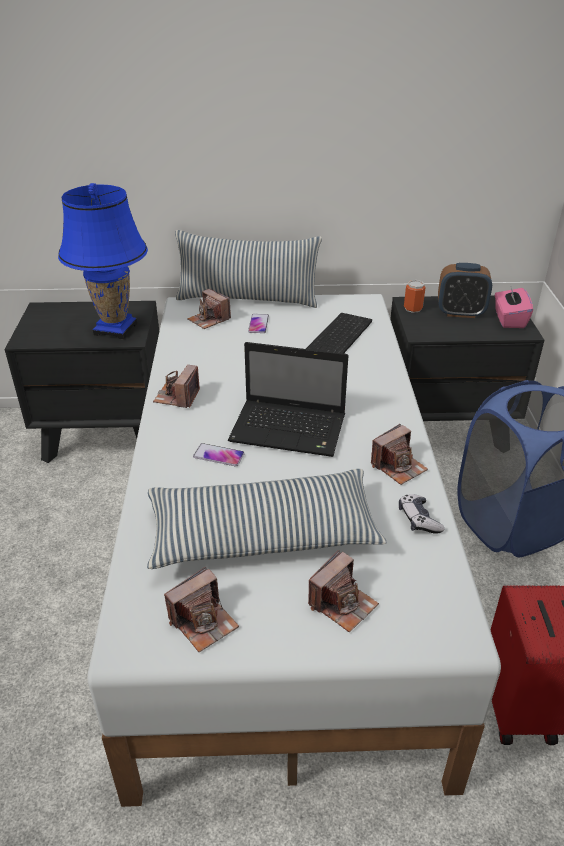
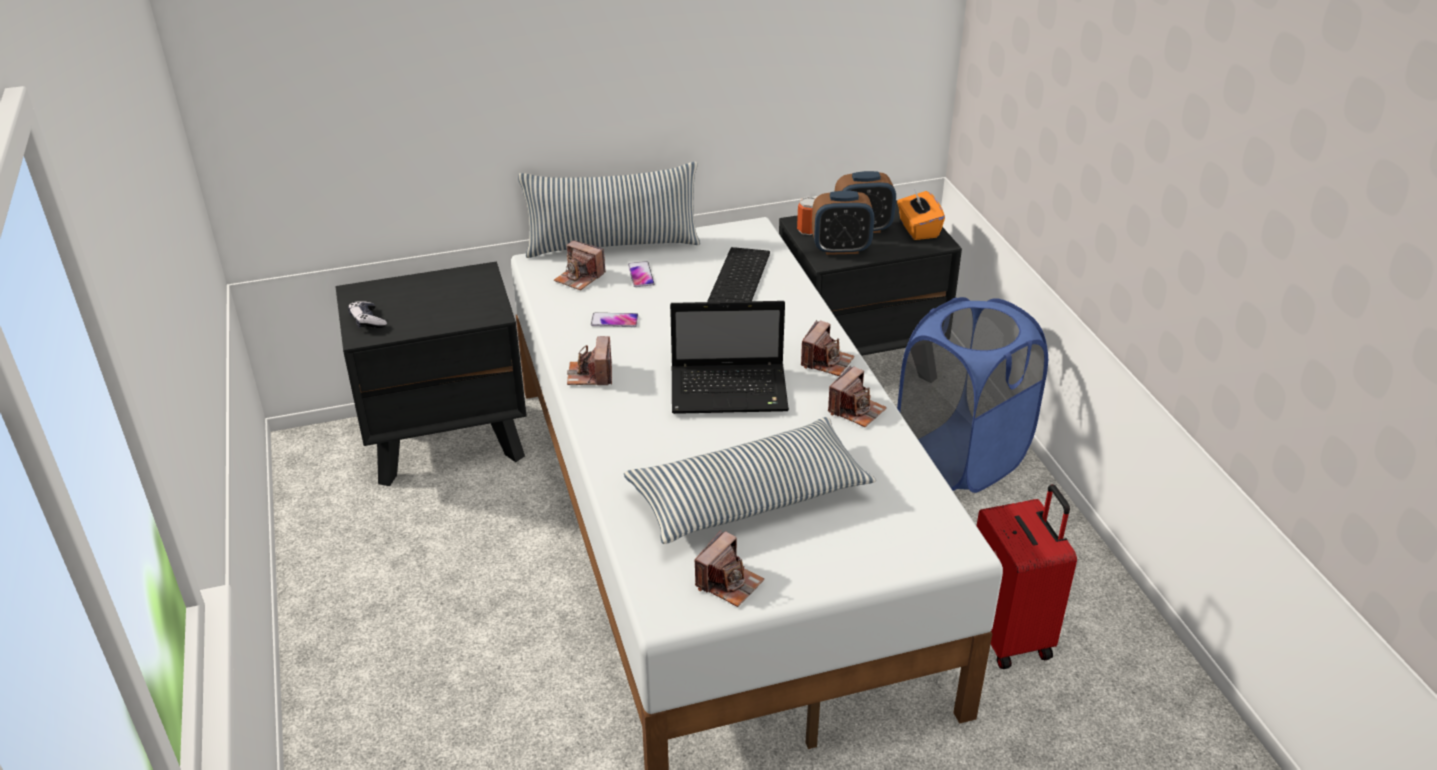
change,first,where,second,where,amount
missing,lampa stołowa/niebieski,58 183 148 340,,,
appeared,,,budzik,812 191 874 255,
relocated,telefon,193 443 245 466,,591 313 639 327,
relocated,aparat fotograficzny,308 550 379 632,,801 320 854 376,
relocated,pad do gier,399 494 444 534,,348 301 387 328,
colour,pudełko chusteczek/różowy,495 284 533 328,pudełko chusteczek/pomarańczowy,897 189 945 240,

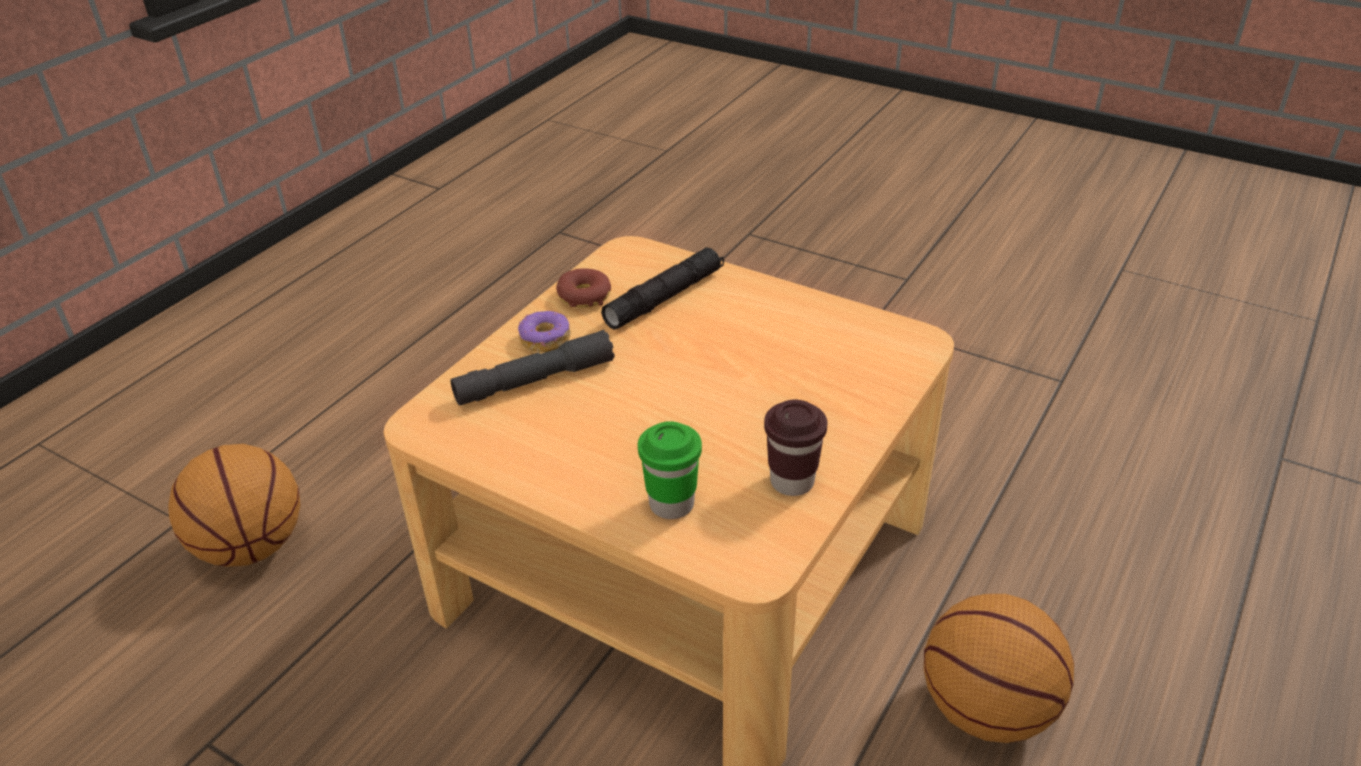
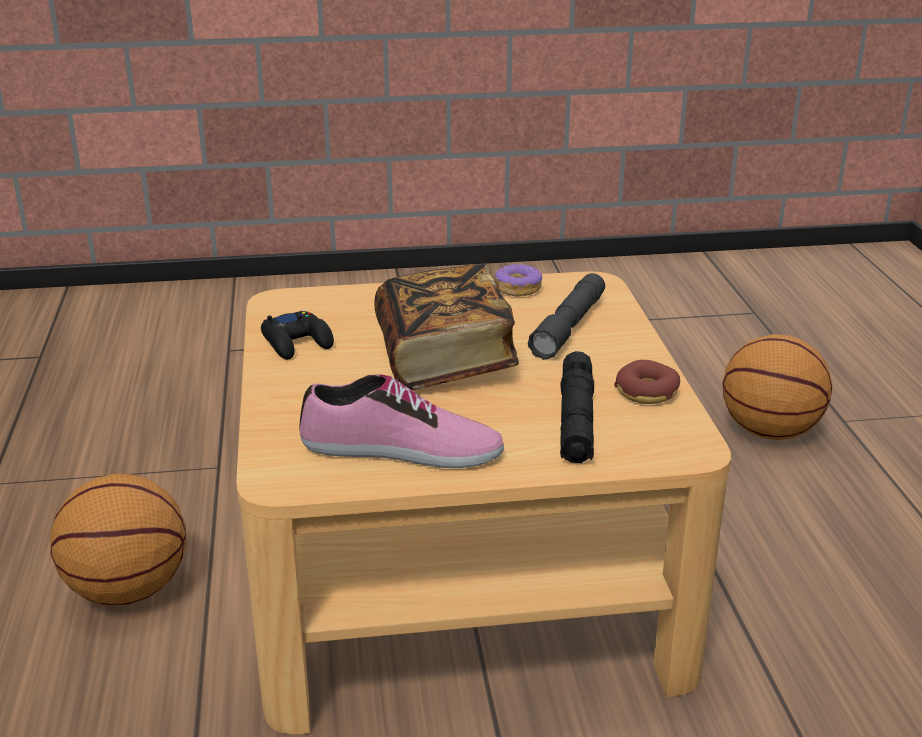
change,first,where,second,where,amount
missing,filiżanka/zielony,638 421 702 519,,,
appeared,,,but,299 374 504 468,
appeared,,,książka,374 264 519 391,
relocated,donut,518 311 571 352,,495 264 542 297,
exchanged,filiżanka/brązowy,764 400 828 496,pad do gier/czarny,261 311 334 359,

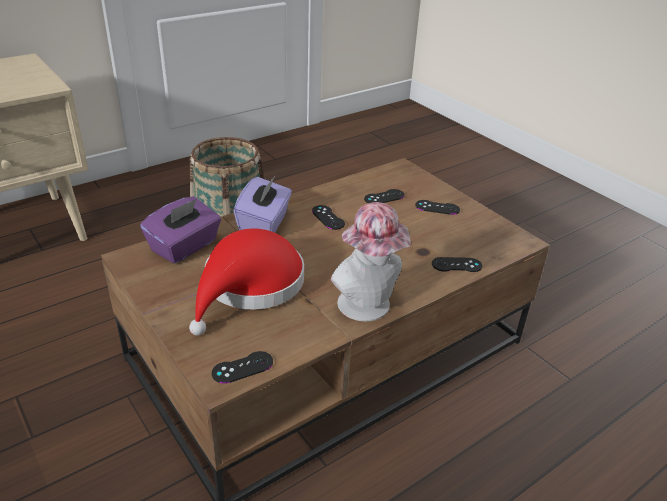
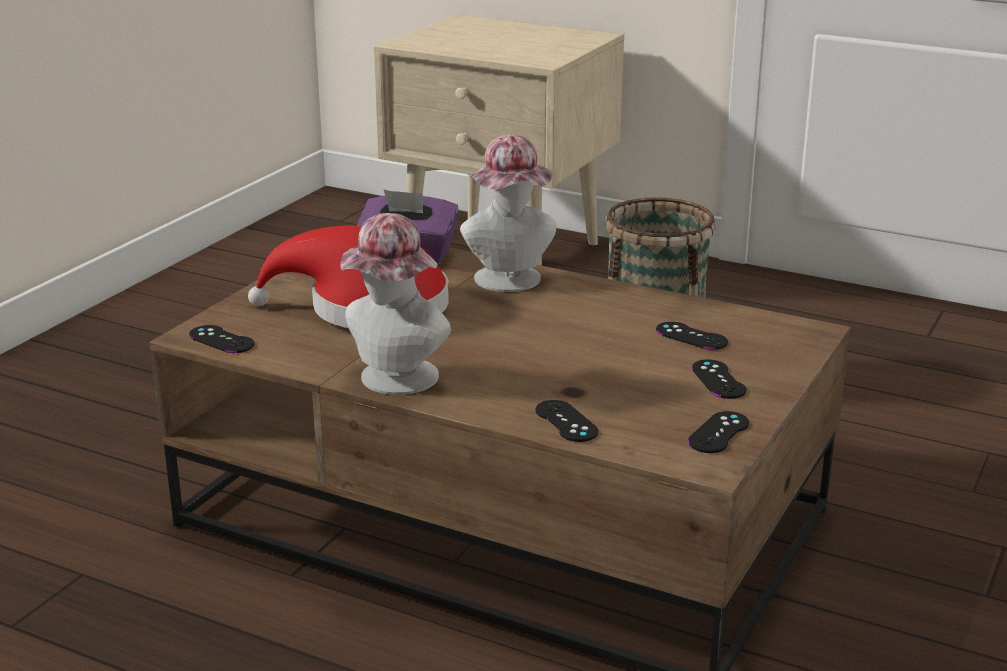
change,first,where,second,where,amount
relocated,pad do gier/czarny,312 205 345 230,,688 411 749 453,
exchanged,pudełko chusteczek/fioletowy,233 176 292 233,kapelusz,460 134 557 292,

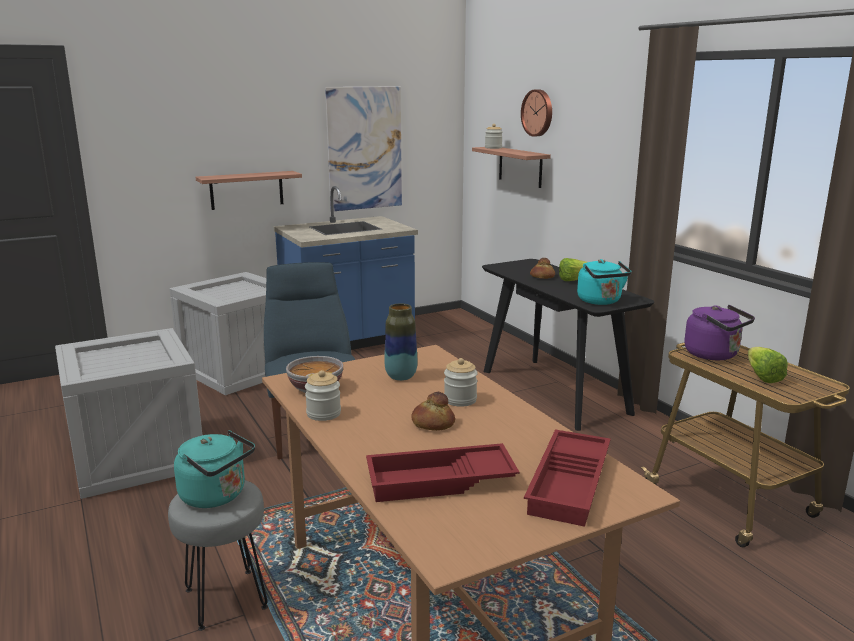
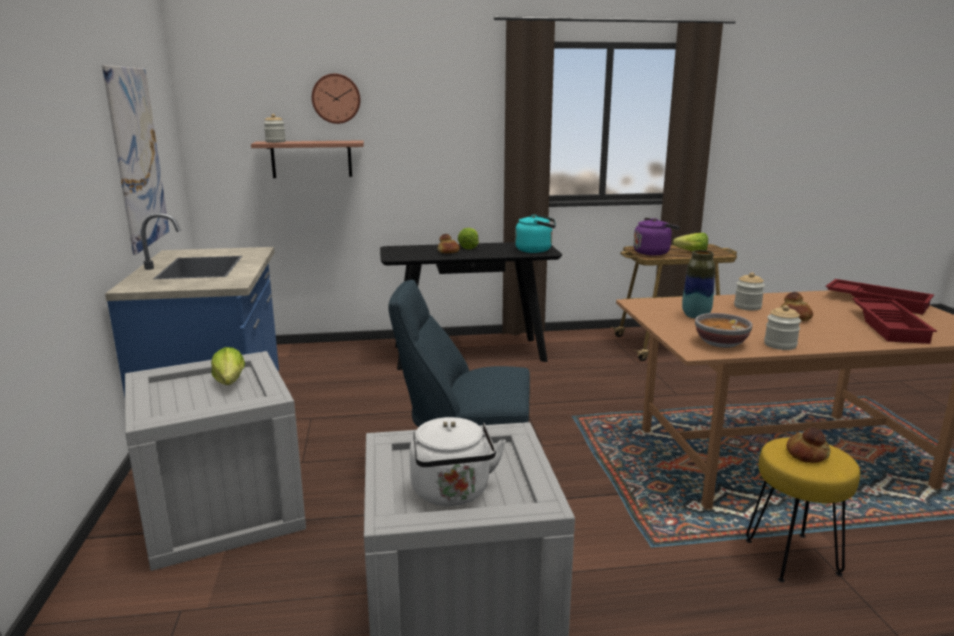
change,first,where,second,where,amount
missing,półka,195 171 302 210,,,
appeared,,,sałata,211 347 245 385,
appeared,,,czajnik/biały,409 417 506 506,
exchanged,czajnik/turkusowy,174 430 255 508,chleb,786 427 830 463,
colour,stołek/szary,168 480 268 631,stołek/żółty,746 437 860 582,

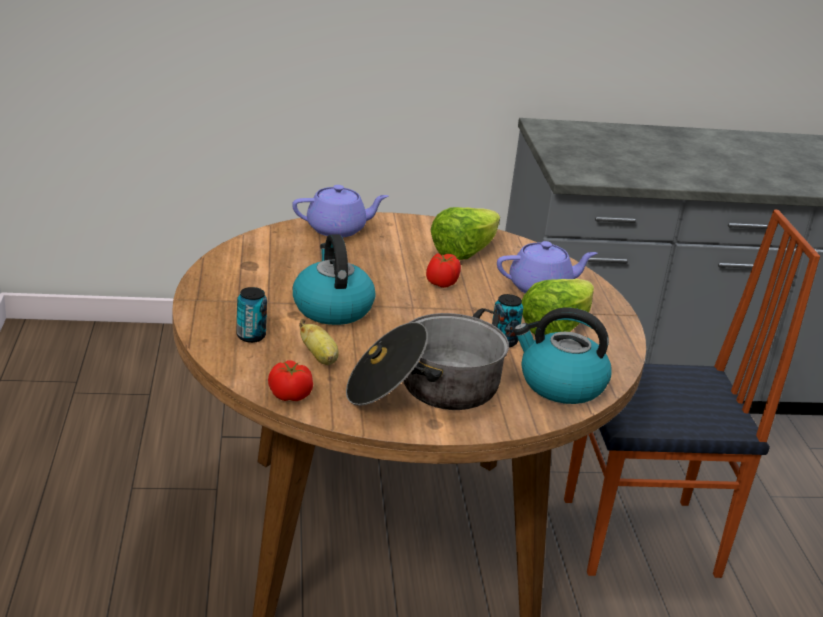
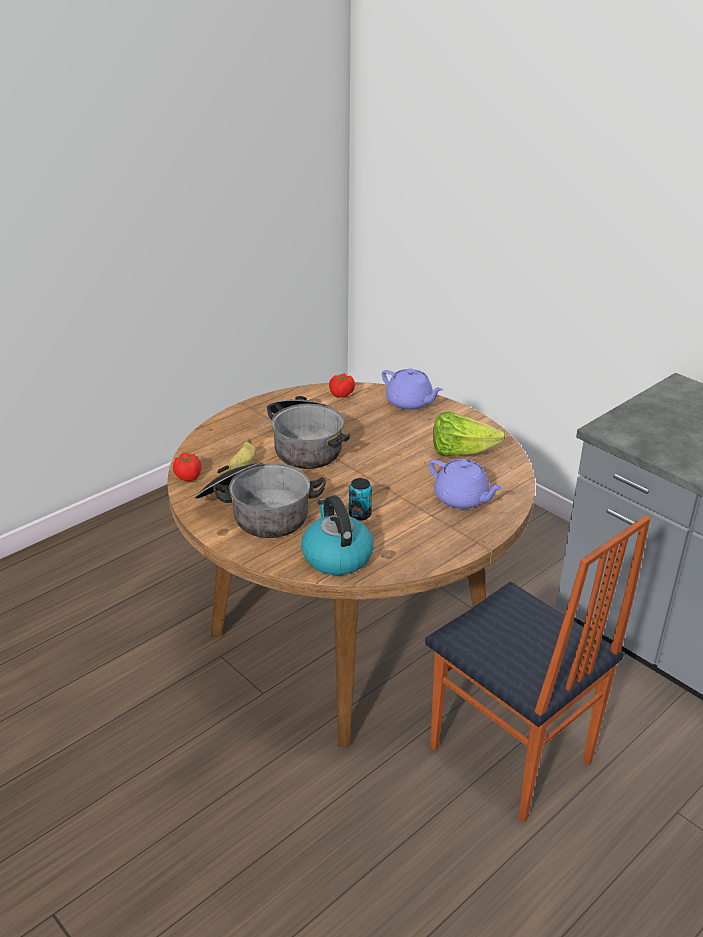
change,first,where,second,where,amount
missing,puszka,237 287 267 343,,,
missing,sałata,522 279 594 335,,,
relocated,pomidor,426 253 461 288,,329 373 355 398,
exchanged,czajnik,293 235 376 325,garnek,267 396 350 469,

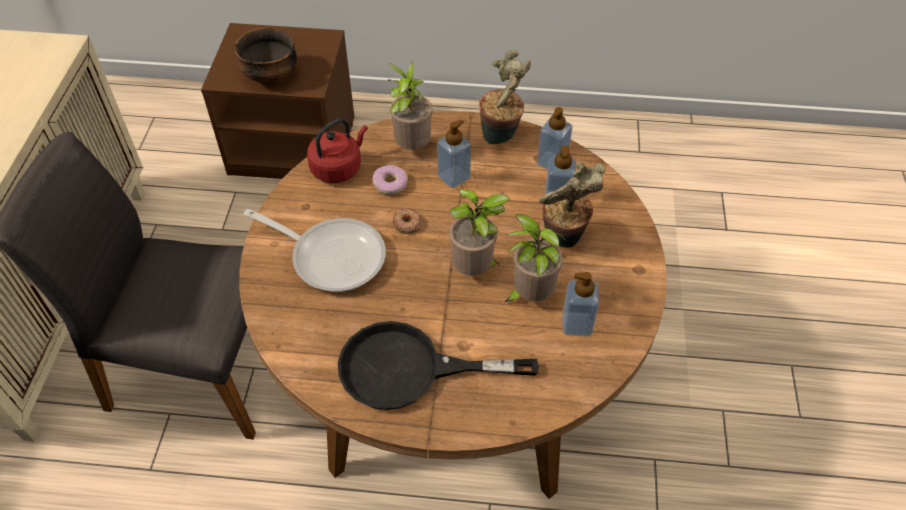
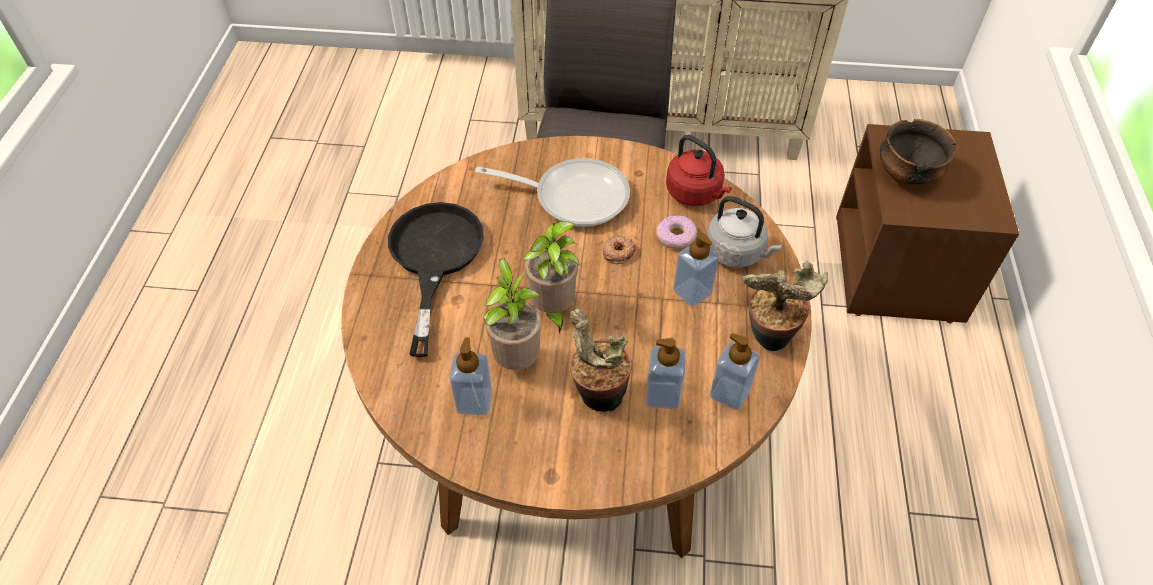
change,first,where,second,where,amount
exchanged,roślina doniczkowa,388 60 433 150,czajnik/szary,706 196 782 268,
spun,patelnia,244 209 386 292,,475 158 630 227,105 degrees counterclockwise

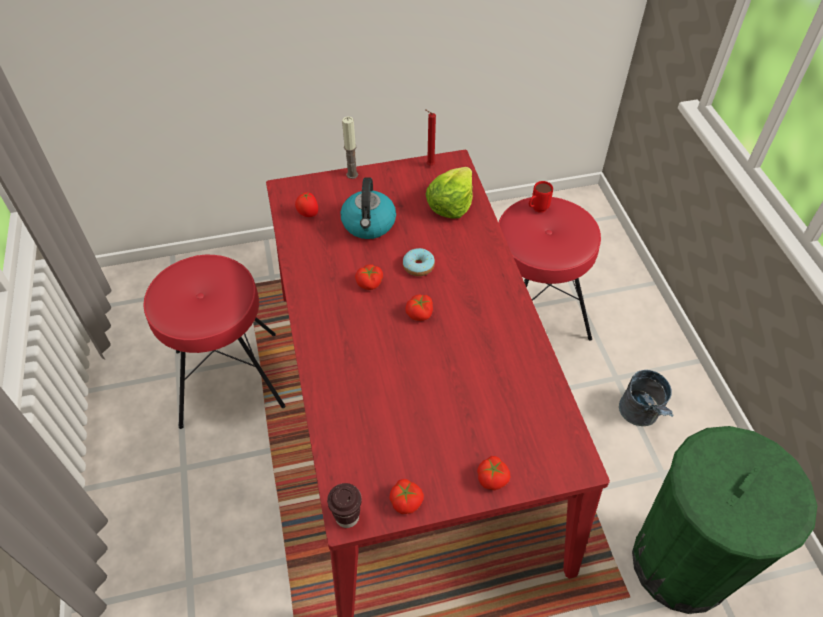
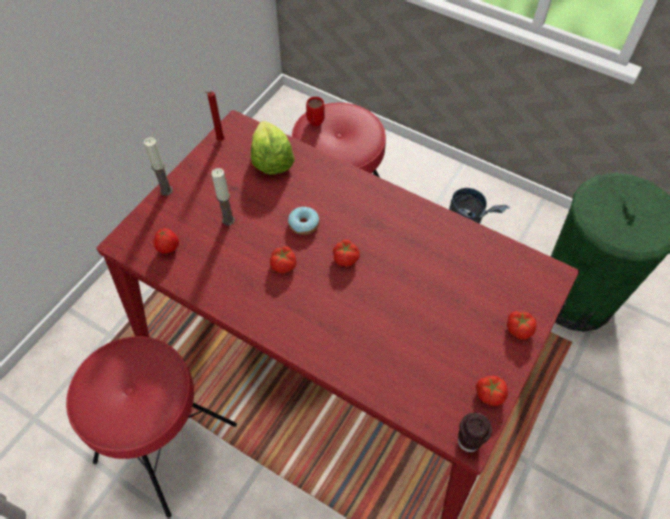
change,first,where,second,where,amount
exchanged,czajnik,340 177 396 239,świeca,211 168 235 226,

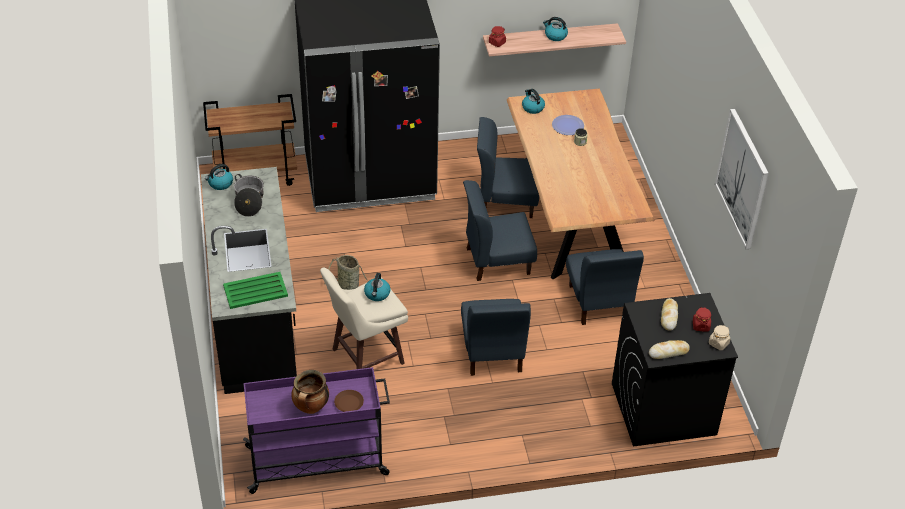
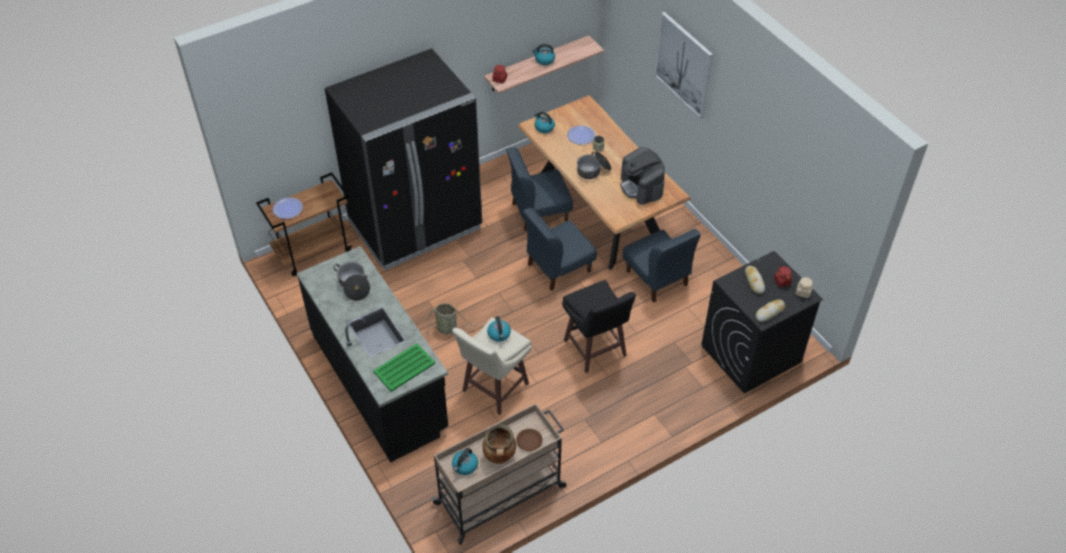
change,first,where,second,where,amount
appeared,,,talerz,273 197 303 219,
appeared,,,garnek,577 152 611 179,
appeared,,,ekspres do kawy,620 147 665 205,
relocated,czajnik,205 164 233 190,,452 448 478 475,
relocated,obraz,715 109 769 249,,655 12 713 119,
exchanged,krzesło/niebieski,461 299 531 376,stołek/czarny,562 280 636 373,
colour,wózek/fioletowy,243 367 390 494,wózek/beżowy,431 403 566 545,

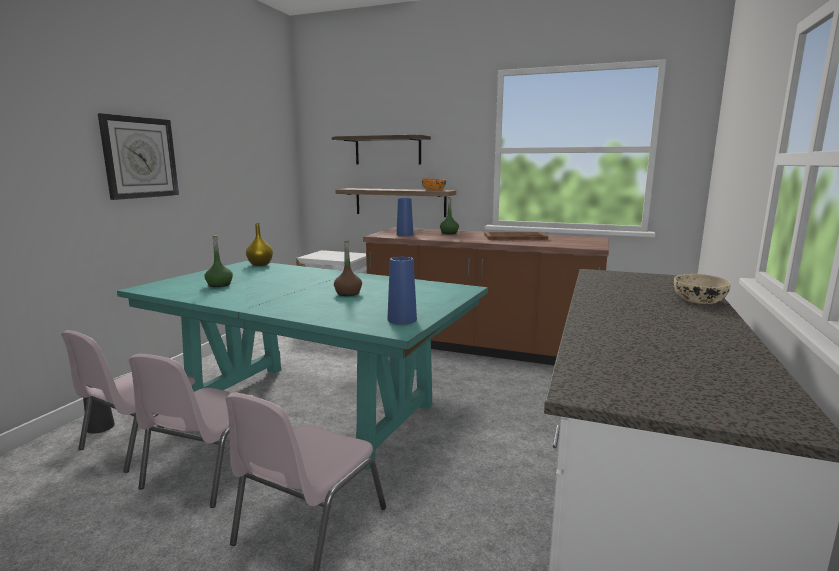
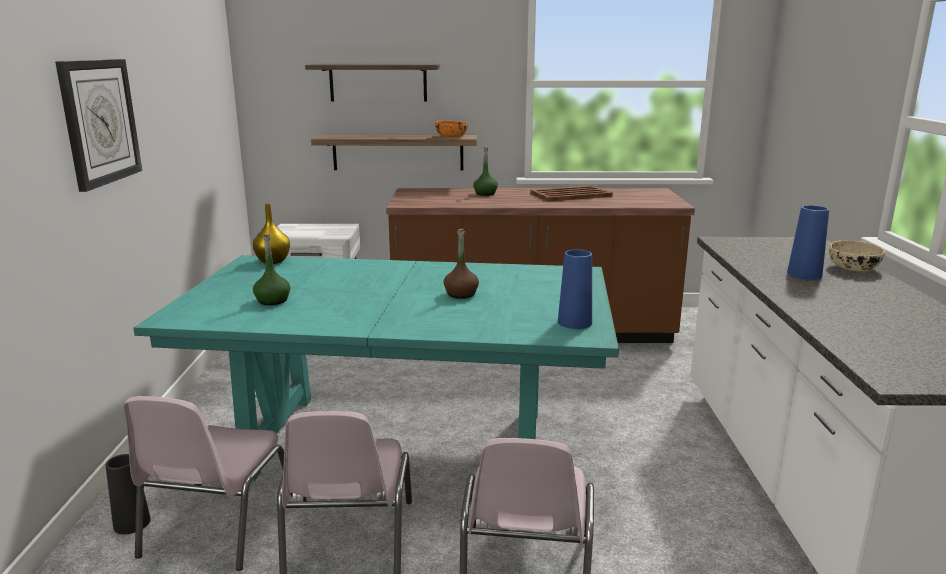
change,first,where,second,where,amount
relocated,wazon/niebieski,396 198 413 236,,787 205 829 280,

